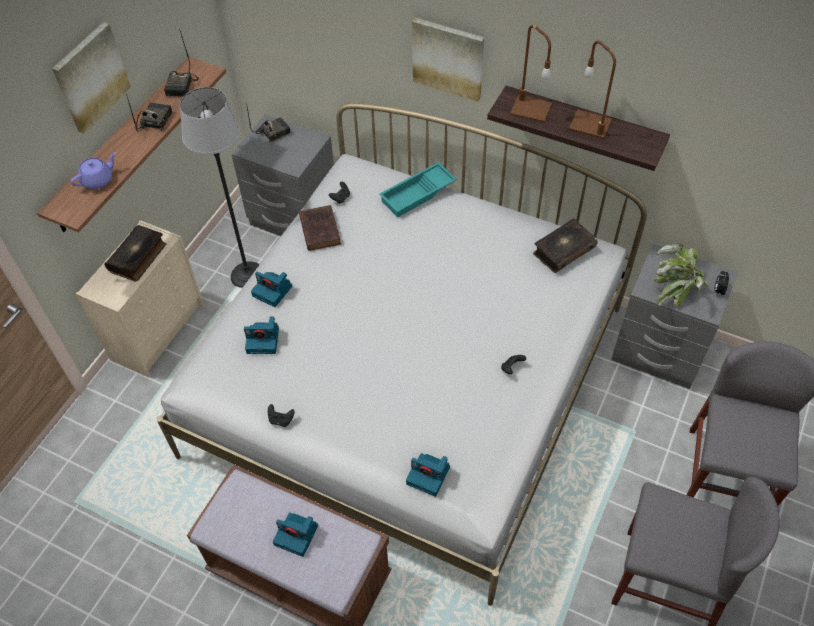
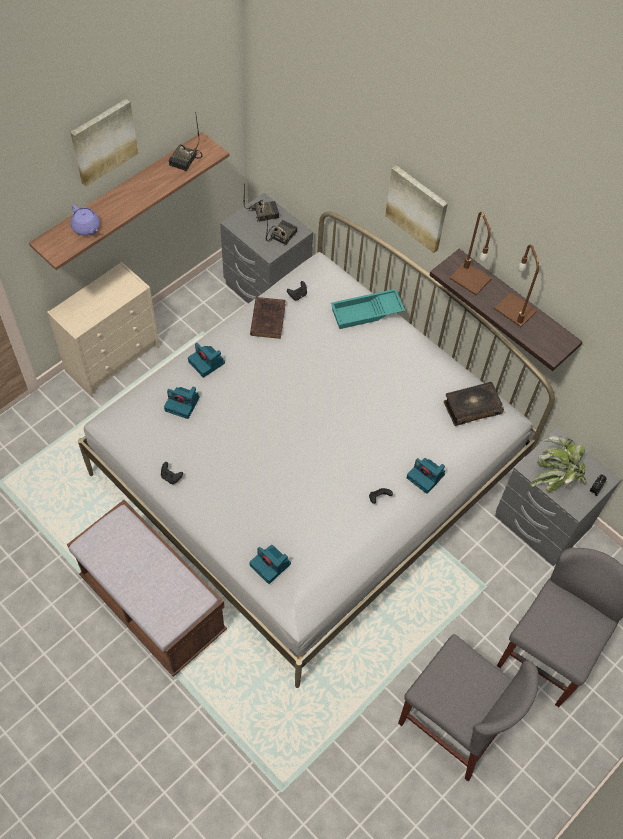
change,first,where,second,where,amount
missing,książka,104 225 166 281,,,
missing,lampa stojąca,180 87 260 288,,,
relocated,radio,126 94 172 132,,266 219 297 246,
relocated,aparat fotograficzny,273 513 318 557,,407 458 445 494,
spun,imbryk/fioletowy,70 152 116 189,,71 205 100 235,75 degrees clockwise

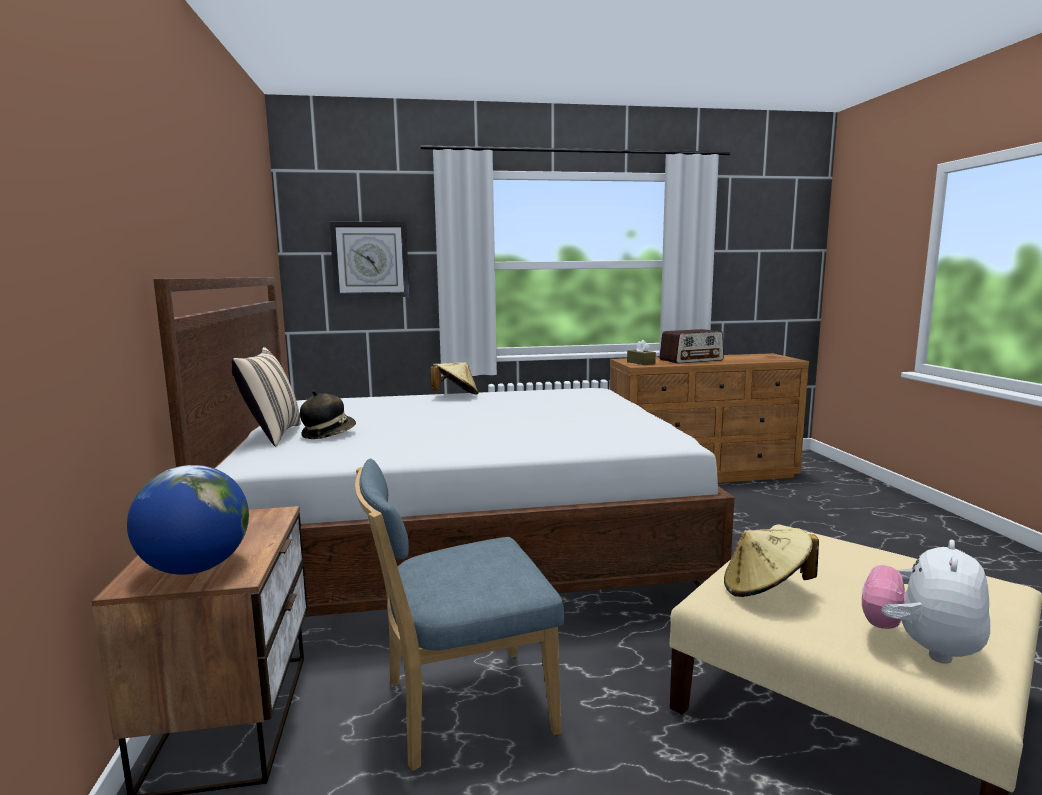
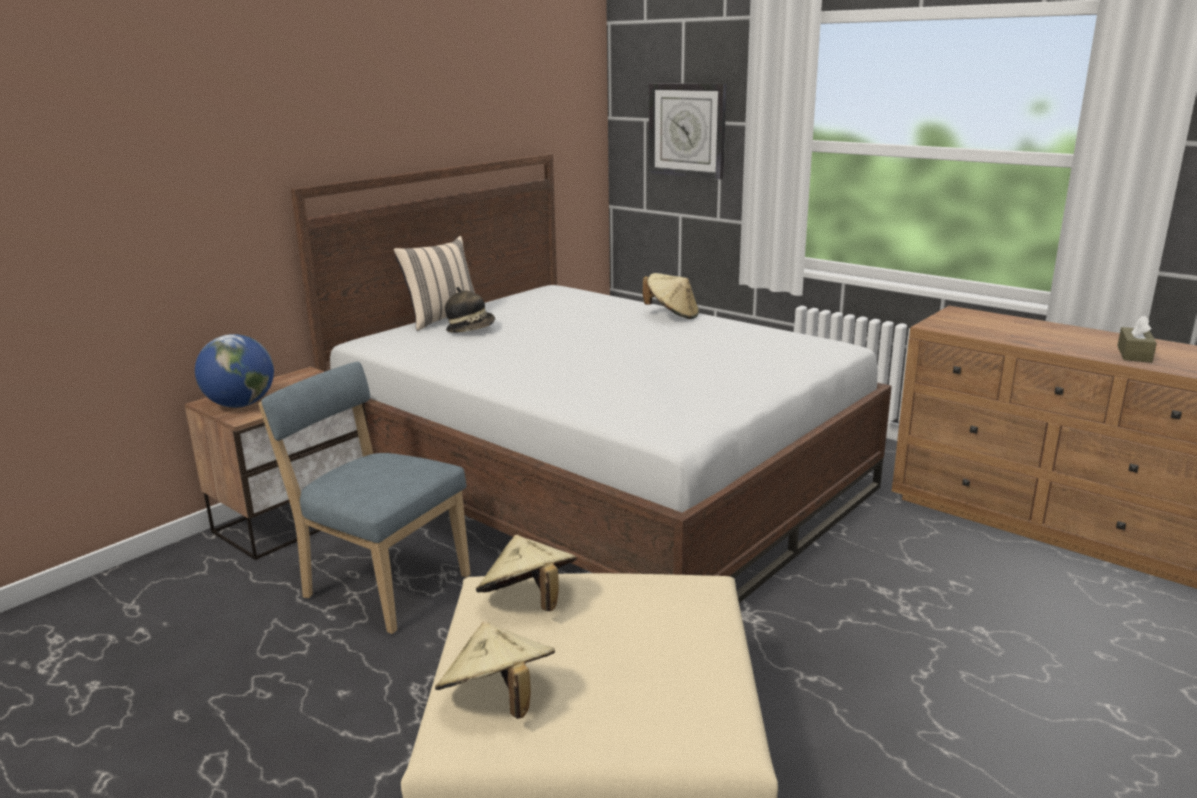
change,first,where,second,where,amount
missing,radio,659 329 724 364,,,
relocated,pudełko chusteczek/brązowy,627 340 656 365,,1117 315 1157 363,
exchanged,pluszak,862 540 990 664,kapelusz/beżowy,435 622 555 719,

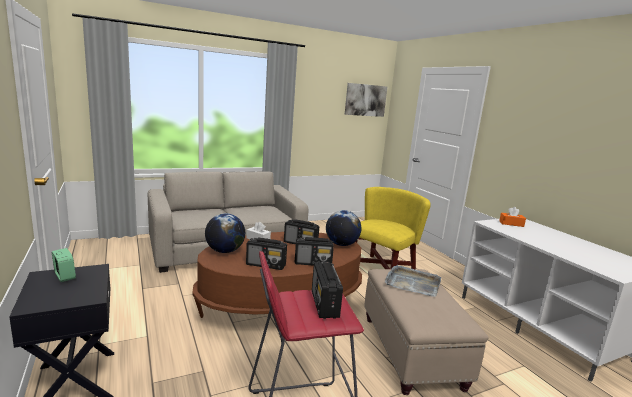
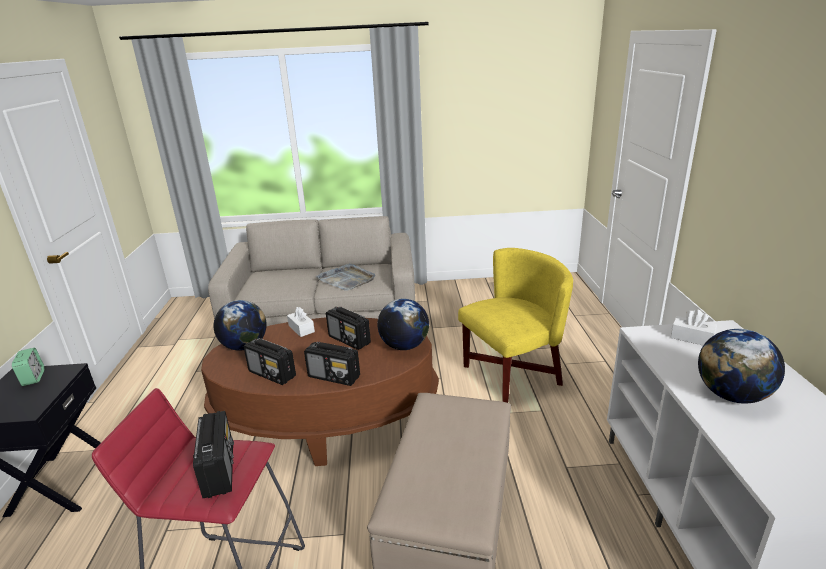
change,first,where,second,where,amount
missing,obraz,345 83 387 117,,,
appeared,,,globus,698 329 785 404,
relocated,taca/szary,385 265 441 297,,316 263 375 291,
colour,pudełko chusteczek/pomarańczowy,499 207 526 227,pudełko chusteczek/biały,670 310 717 345,
spun,radio,312 262 343 319,,193 411 234 498,150 degrees clockwise

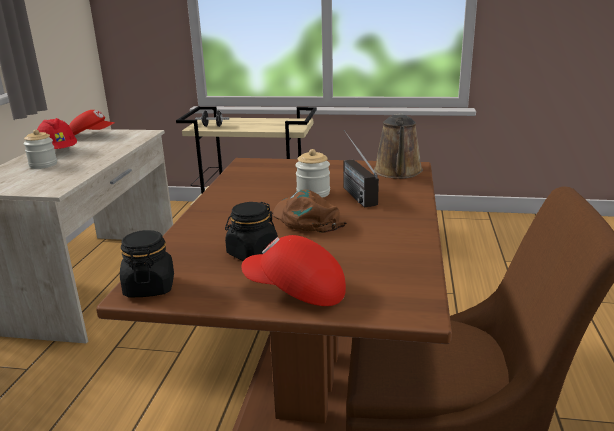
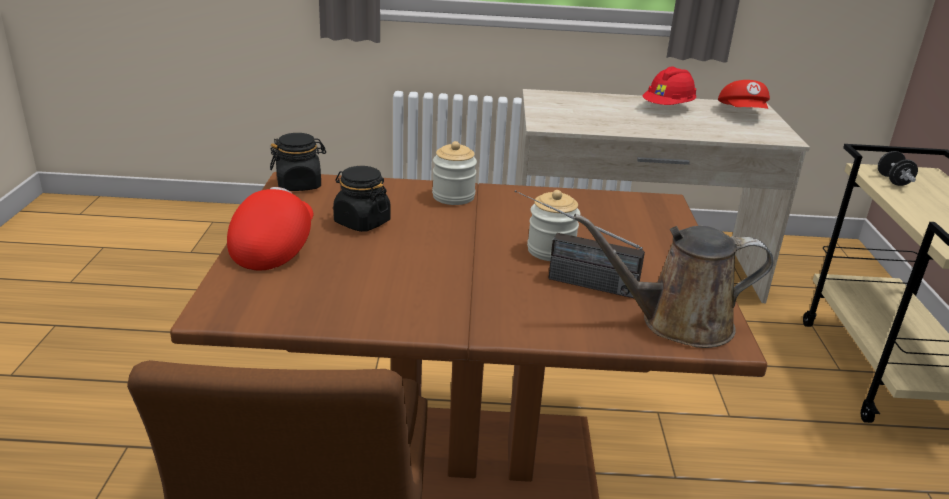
change,first,where,second,where,amount
missing,czapka z daszkiem/brązowy,273 190 347 233,,,
relocated,słoik,23 130 57 169,,432 141 477 205,
spun,radio,343 130 379 207,,515 190 645 298,135 degrees counterclockwise

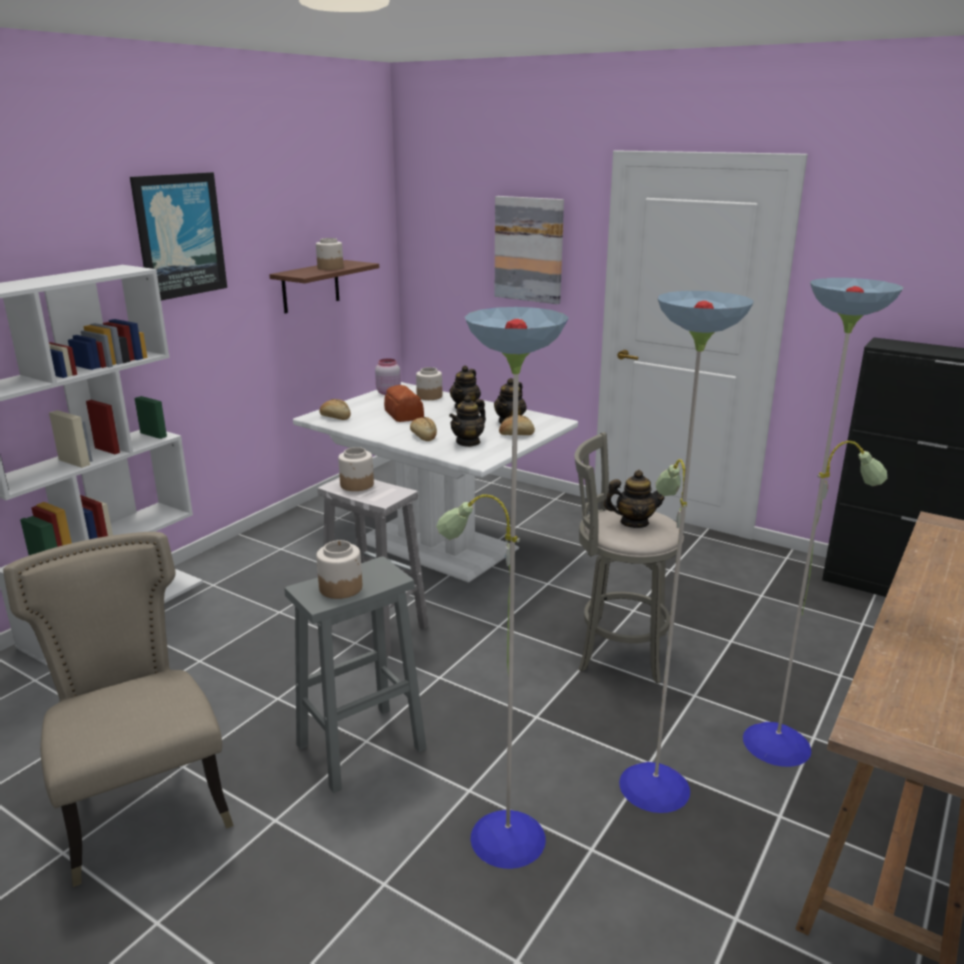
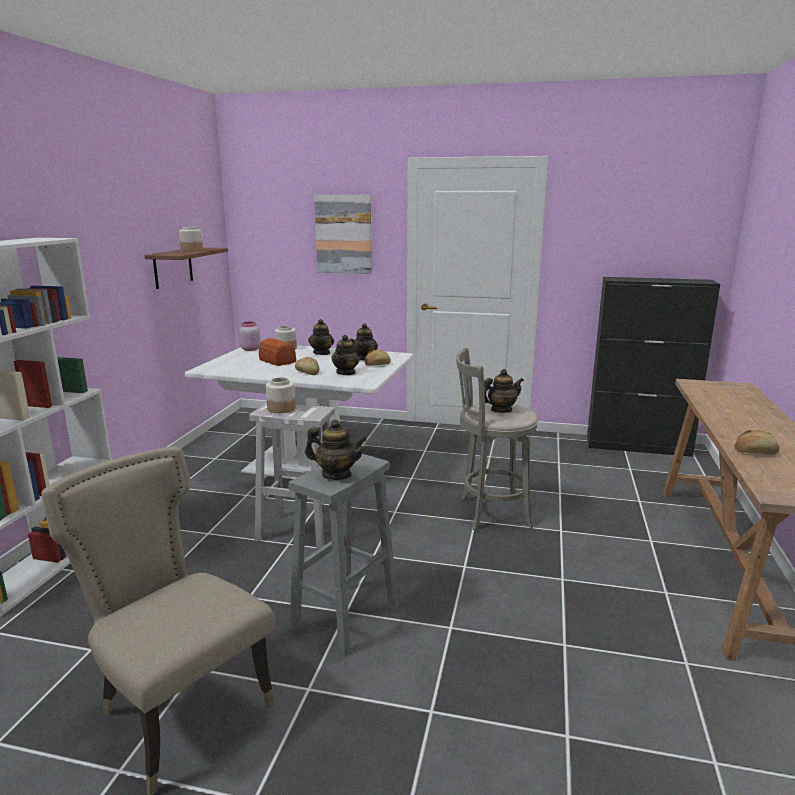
change,first,where,second,where,amount
missing,obraz,130 172 227 300,,,
missing,lampa stojąca,436 278 903 869,,,
relocated,chleb,319 399 351 420,,734 430 780 455,
exchanged,słoik,316 540 362 599,imbryk,305 419 367 480,

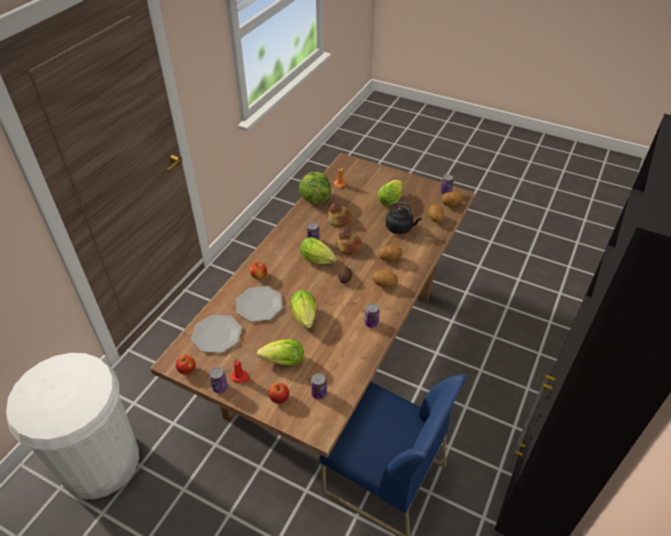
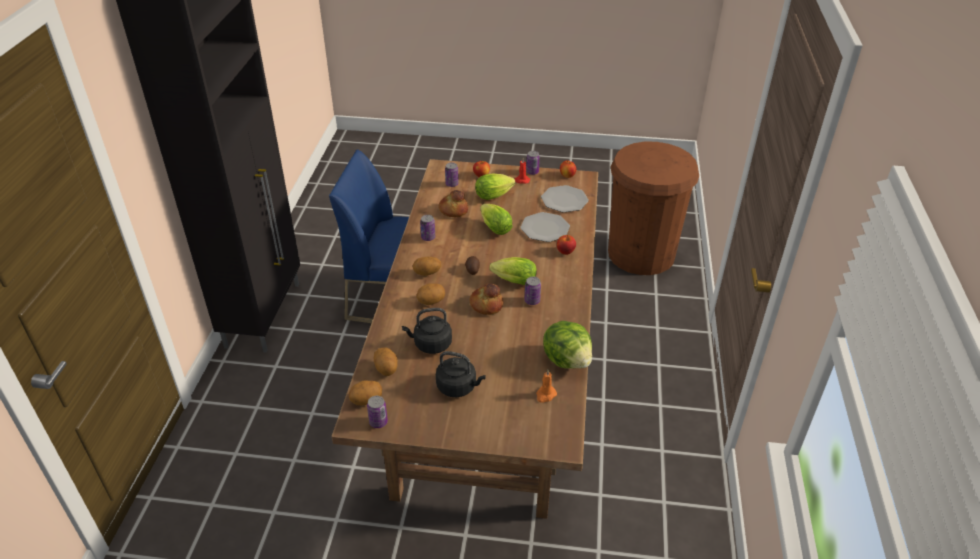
change,first,where,second,where,amount
relocated,chleb,327 202 352 227,,438 190 468 217,
exchanged,sałata,378 180 403 206,czajnik/czarny,436 351 486 397,
colour,kosz na śmieci/biały,6 353 139 499,kosz na śmieci/brązowy,608 142 699 275,

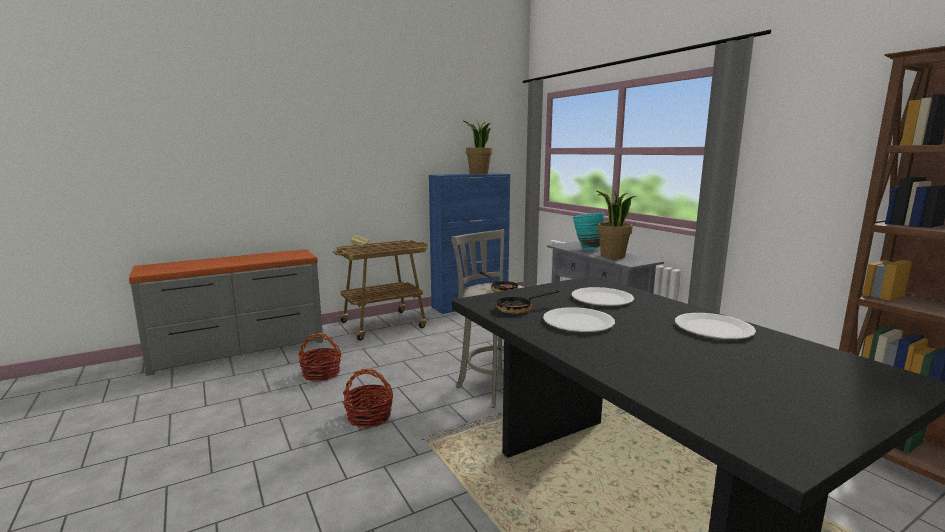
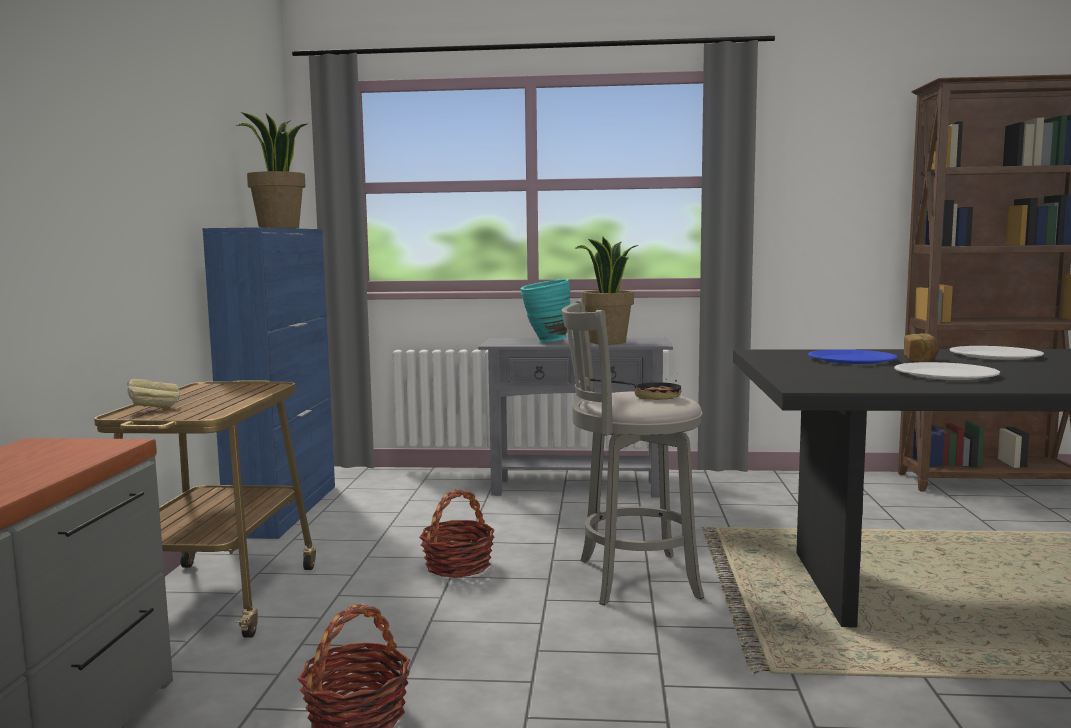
change,first,where,second,where,amount
missing,patelnia,496 290 560 314,,,
appeared,,,chleb,904 333 939 362,
relocated,koszyk,343 369 393 428,,419 489 495 578,
colour,talerz/biały,572 287 634 306,talerz/niebieski,808 349 898 364,

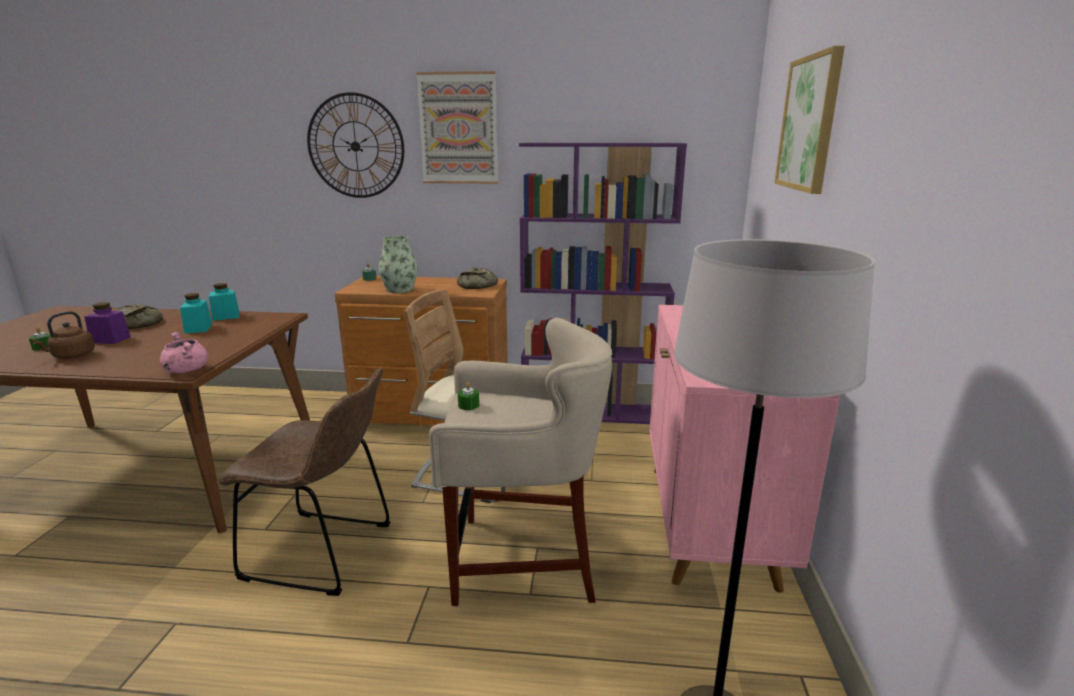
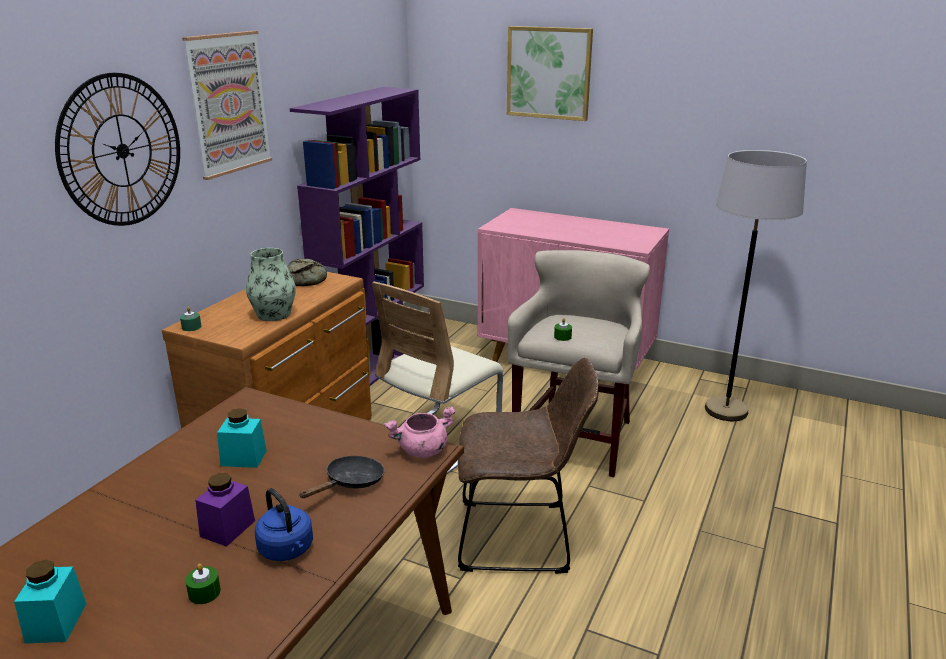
change,first,where,second,where,amount
missing,chleb,117 304 163 329,,,
appeared,,,patelnia/czarny,299 456 385 498,
relocated,słoik/turkusowy,209 283 240 321,,14 560 86 644,
colour,czajnik/brązowy,32 311 95 359,czajnik/niebieski,255 488 313 561,
spun,krzesło/brązowy,218 368 391 596,,458 358 599 574,60 degrees clockwise

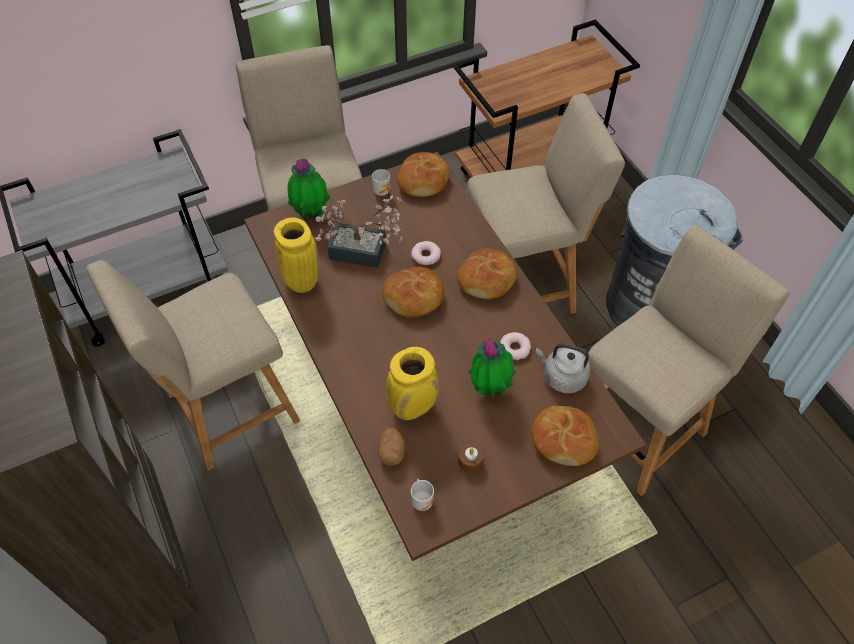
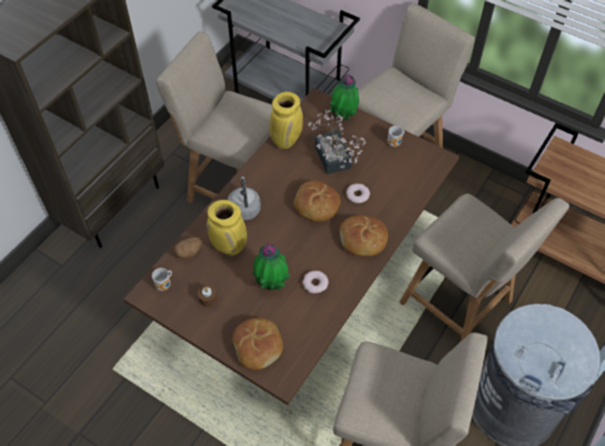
change,first,where,second,where,amount
missing,chleb,397 152 450 197,,,
relocated,czajnik/szary,536 343 591 394,,228 176 261 221,

